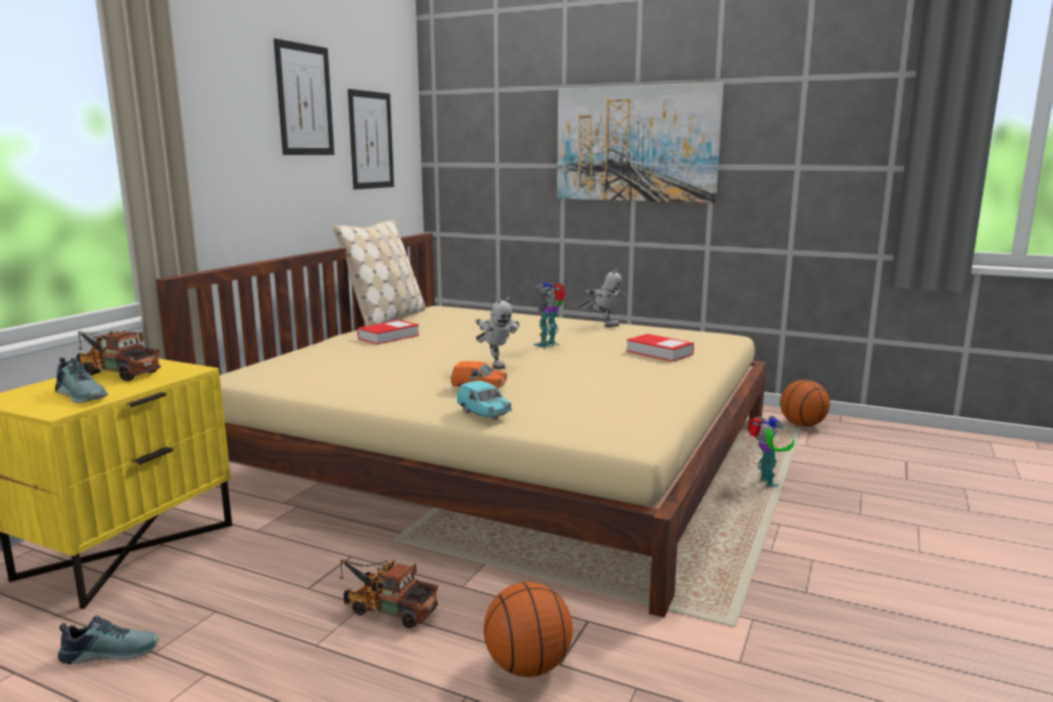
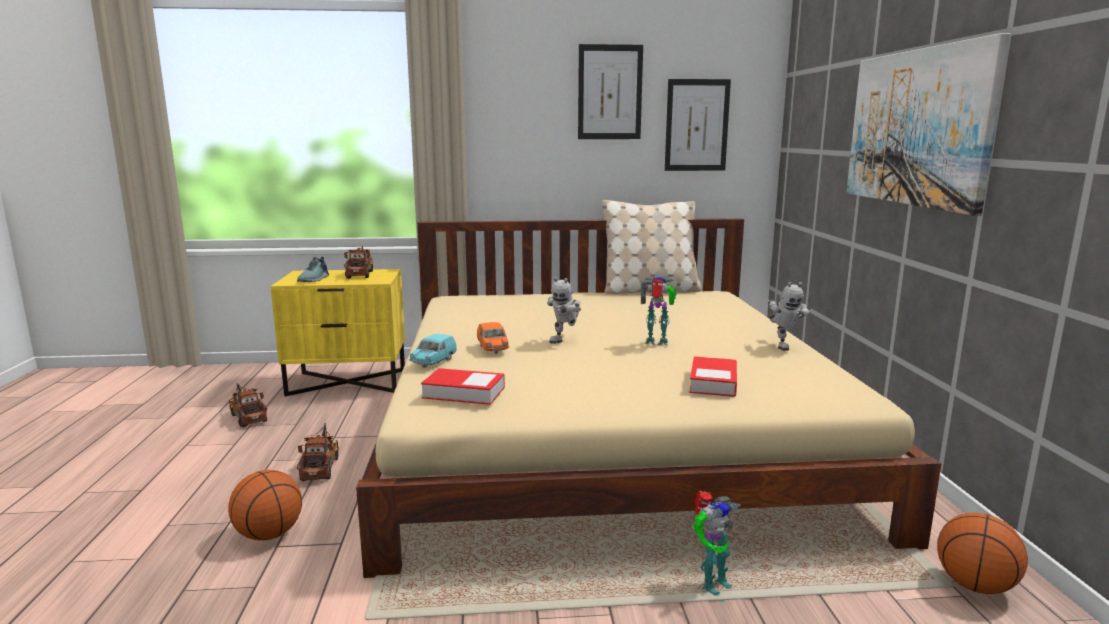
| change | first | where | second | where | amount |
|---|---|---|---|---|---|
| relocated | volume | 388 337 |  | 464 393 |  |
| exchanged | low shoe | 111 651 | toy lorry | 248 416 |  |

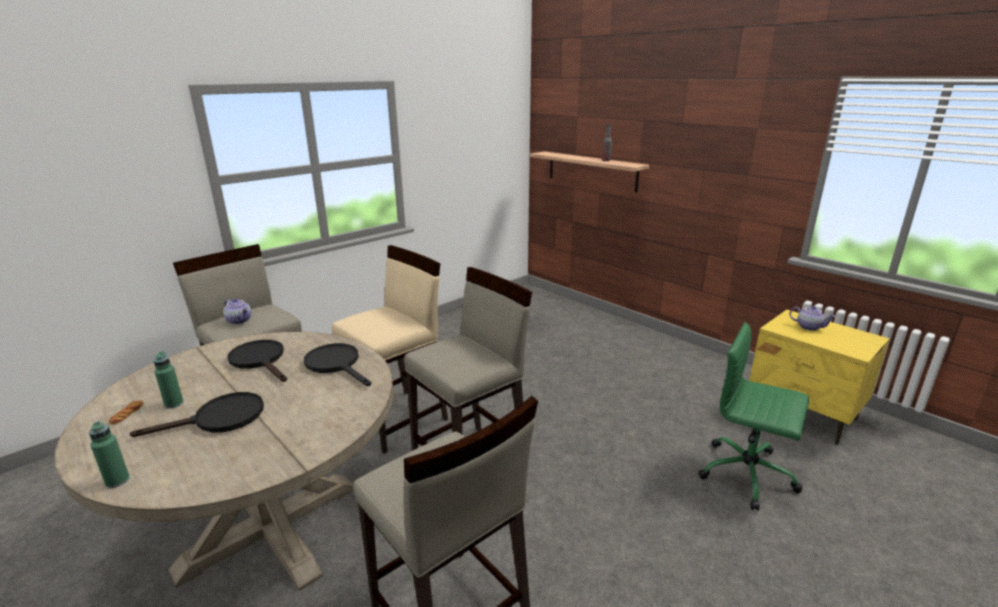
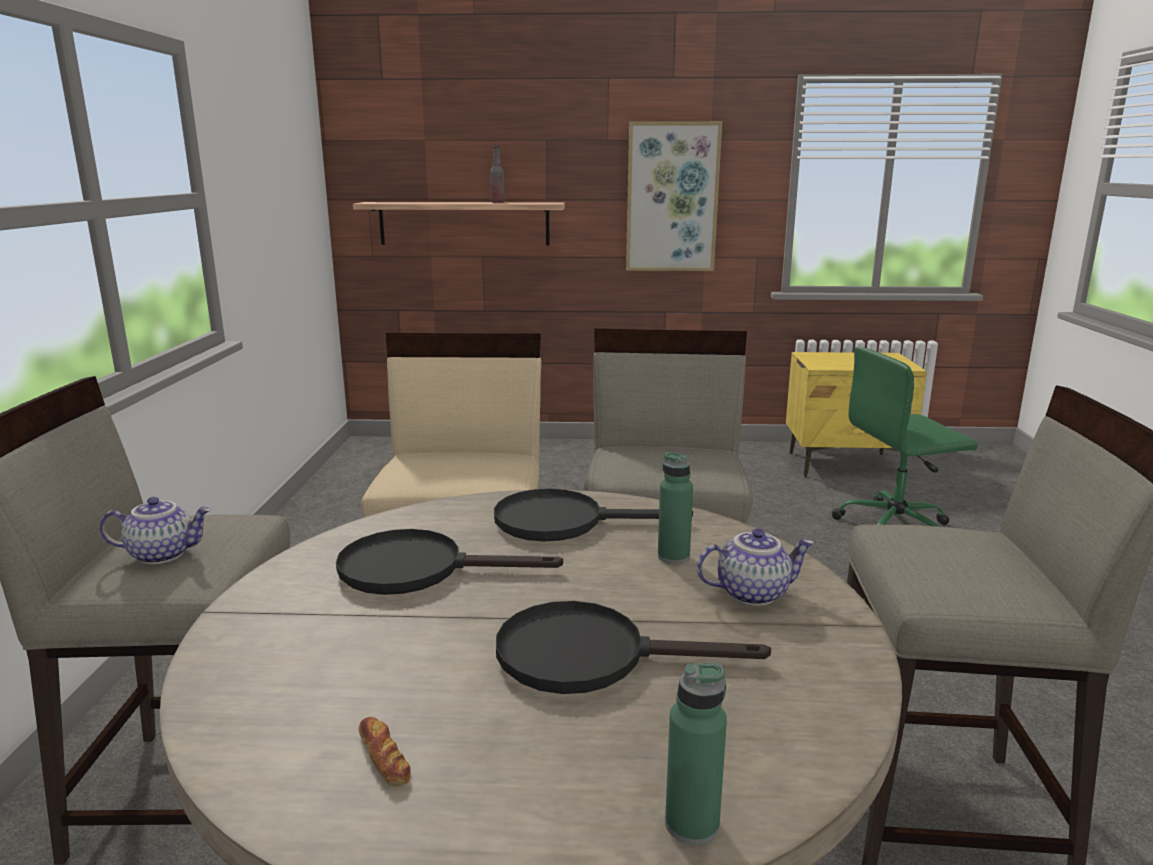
| change | first | where | second | where | amount |
|---|---|---|---|---|---|
| appeared |  |  | wall picture | 672 198 |  |
| relocated | green-coloured beverage bottle | 174 404 |  | 673 556 |  |
| relocated | tea pot | 809 327 |  | 752 593 |  |
| spun | blackish frying pan | 220 419 |  | 592 655 | 105 degrees counterclockwise |

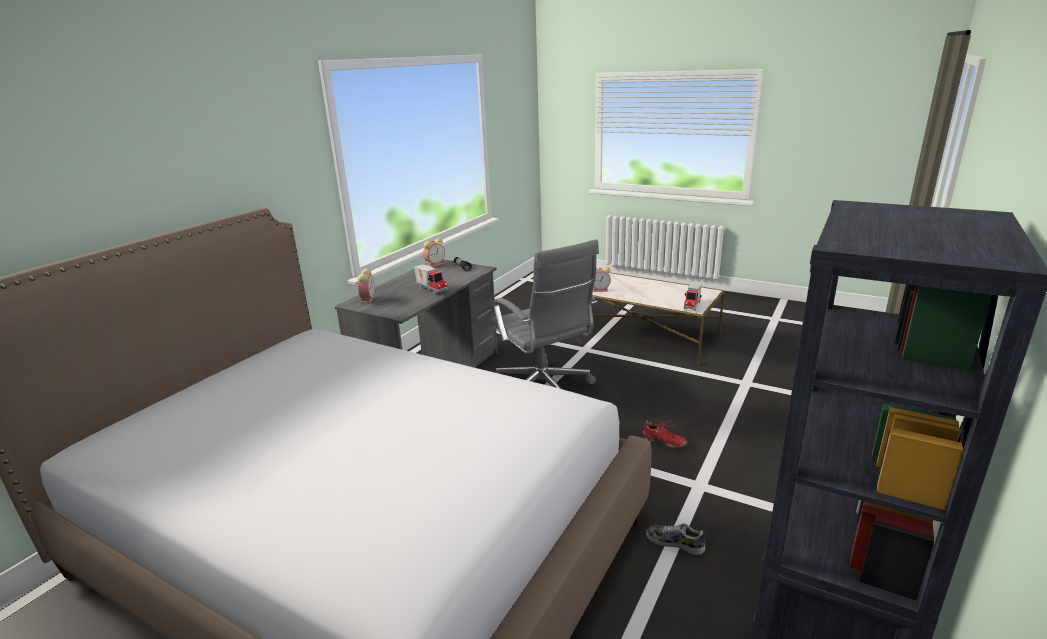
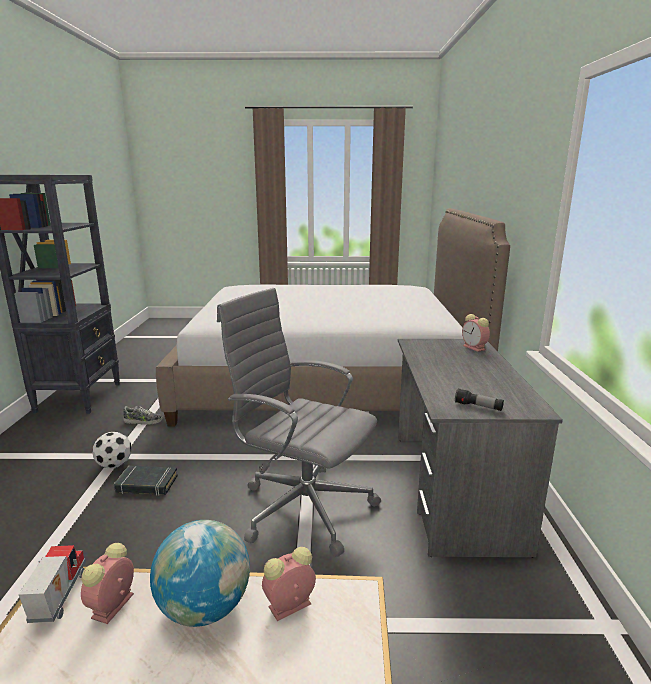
| change | first | where | second | where | amount |
|---|---|---|---|---|---|
| missing | toy lorry | 432 289 |  |  |  |
| appeared |  |  | football ball | 114 465 |  |
| appeared |  |  | globe | 205 608 |  |
| relocated | bedside clock | 435 264 |  | 112 607 |  |
| exchanged | reddish low shoe | 663 441 | blackish volume | 146 484 |  |

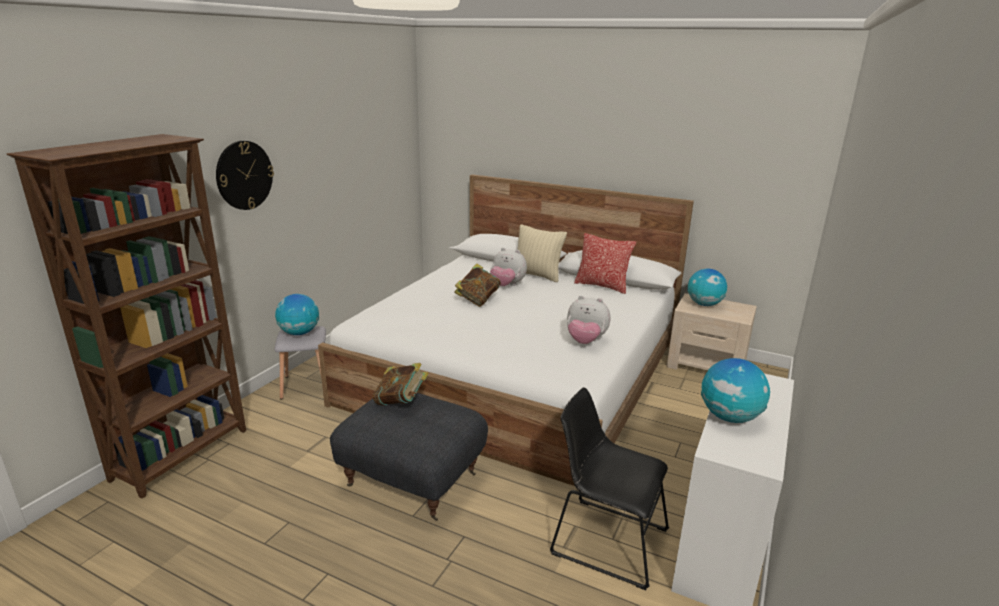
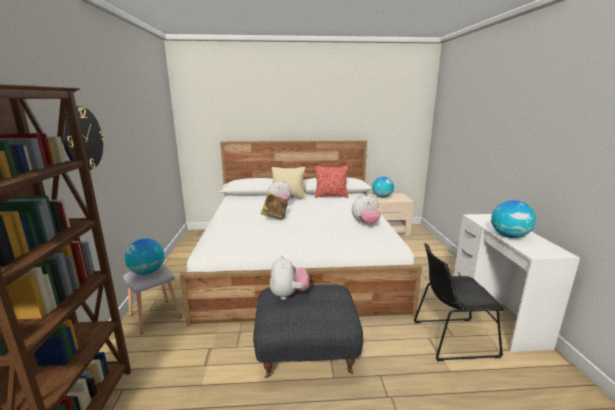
| change | first | where | second | where | amount |
|---|---|---|---|---|---|
| exchanged | volume | 401 402 | plush toy | 289 294 |  |

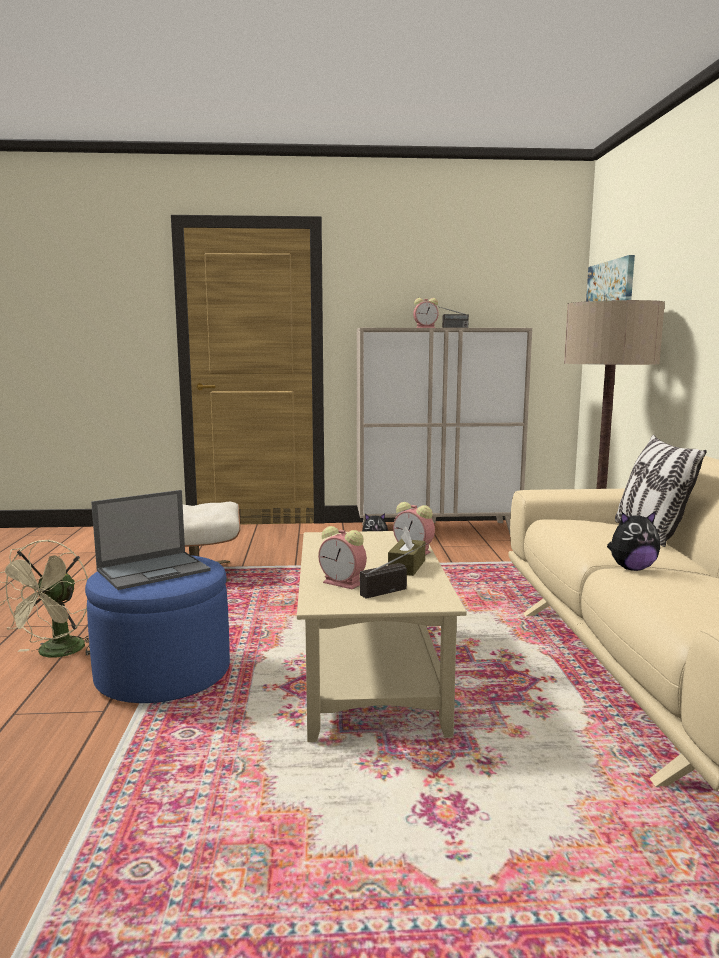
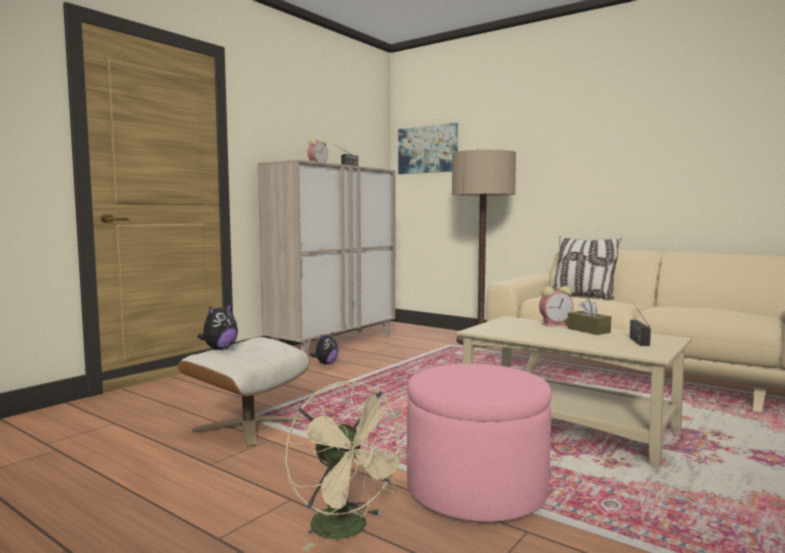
| change | first | where | second | where | amount |
|---|---|---|---|---|---|
| missing | notebook computer | 154 570 |  |  |  |
| missing | bedside clock | 344 583 |  |  |  |
| relocated | plush toy | 631 568 |  | 219 349 |  |
| colour | blue footrest | 163 674 | pinkish footrest | 476 489 |  |

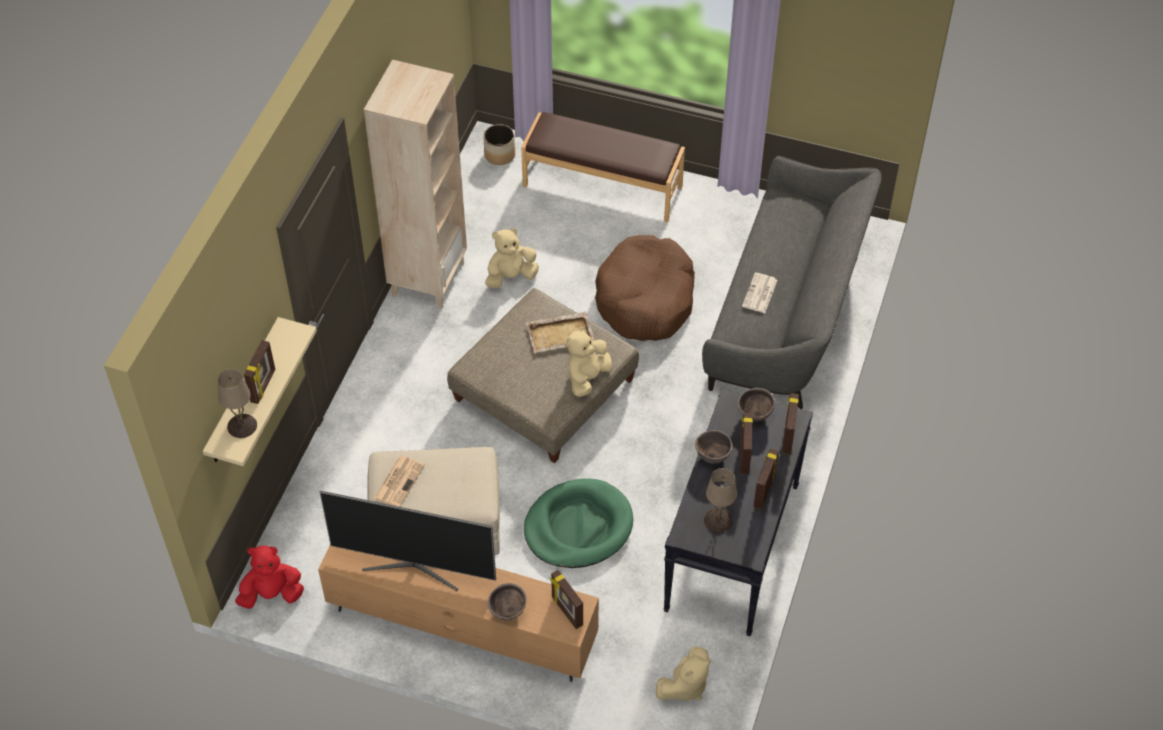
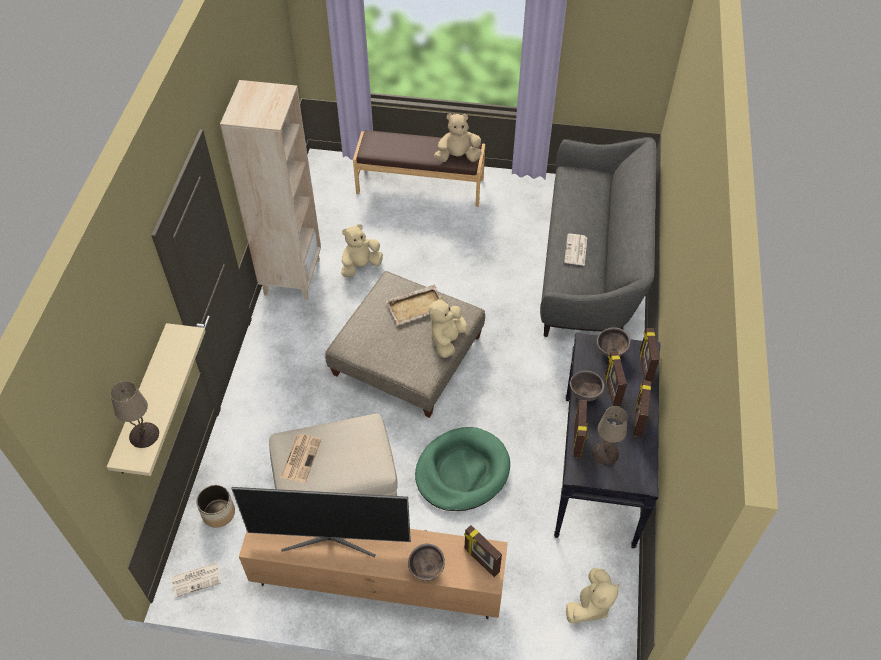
| change | first | where | second | where | amount |
|---|---|---|---|---|---|
| missing | brown dog bed | 645 299 |  |  |  |
| appeared |  |  | beige-coloured plush toy | 458 157 |  |
| relocated | standing frame | 264 386 |  | 578 440 |  |
| relocated | flower pot | 500 155 |  | 219 513 |  |
| exchanged | reddish plush toy | 272 594 | printed paper | 197 579 |  |

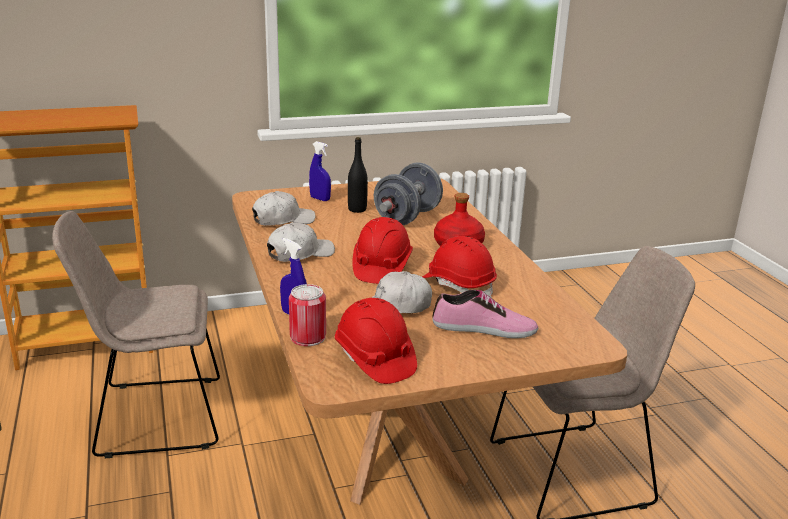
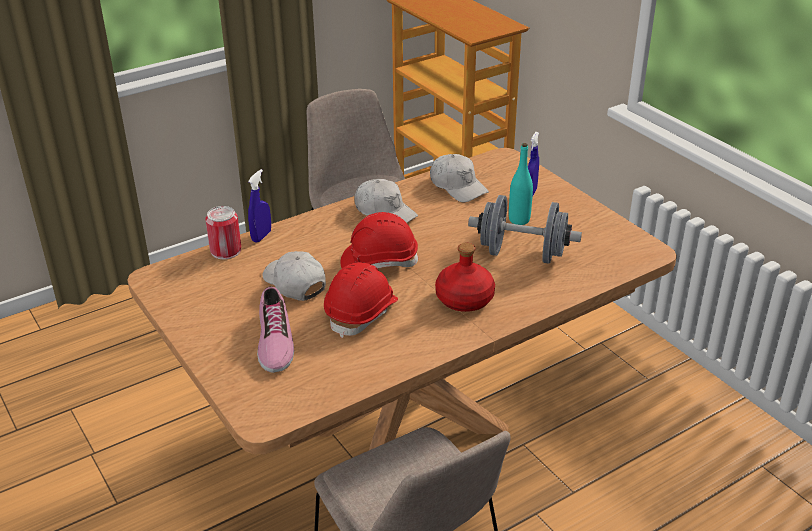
| change | first | where | second | where | amount |
|---|---|---|---|---|---|
| missing | reddish hard hat | 374 359 |  |  |  |
| colour | blackish beverage bottle | 357 209 | turquoise beverage bottle | 519 220 |  |

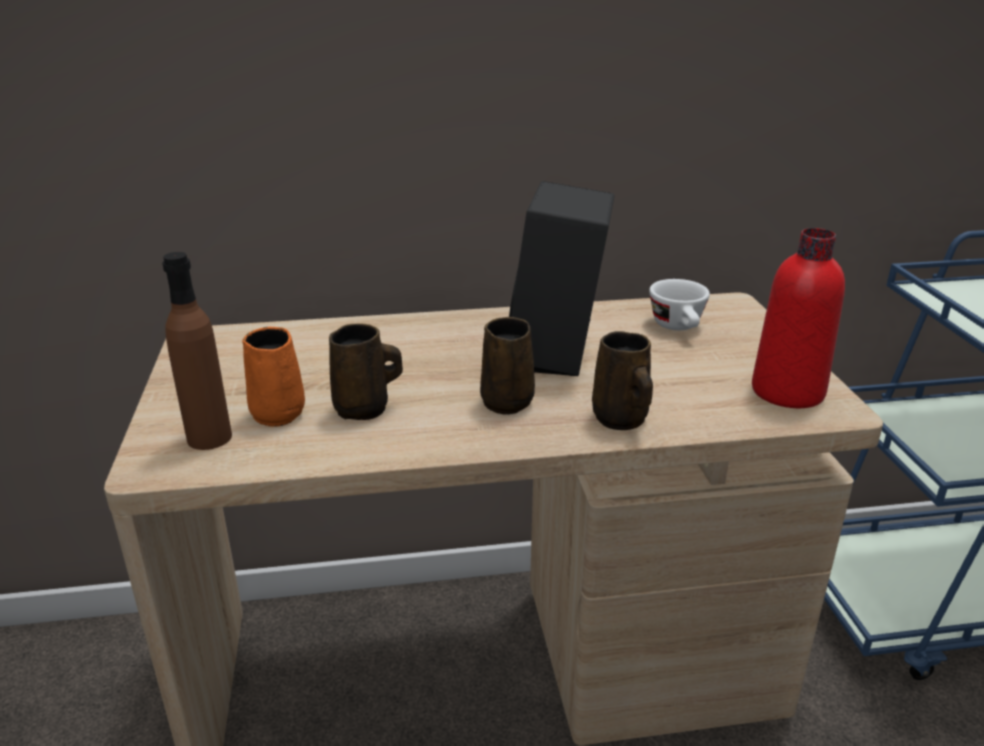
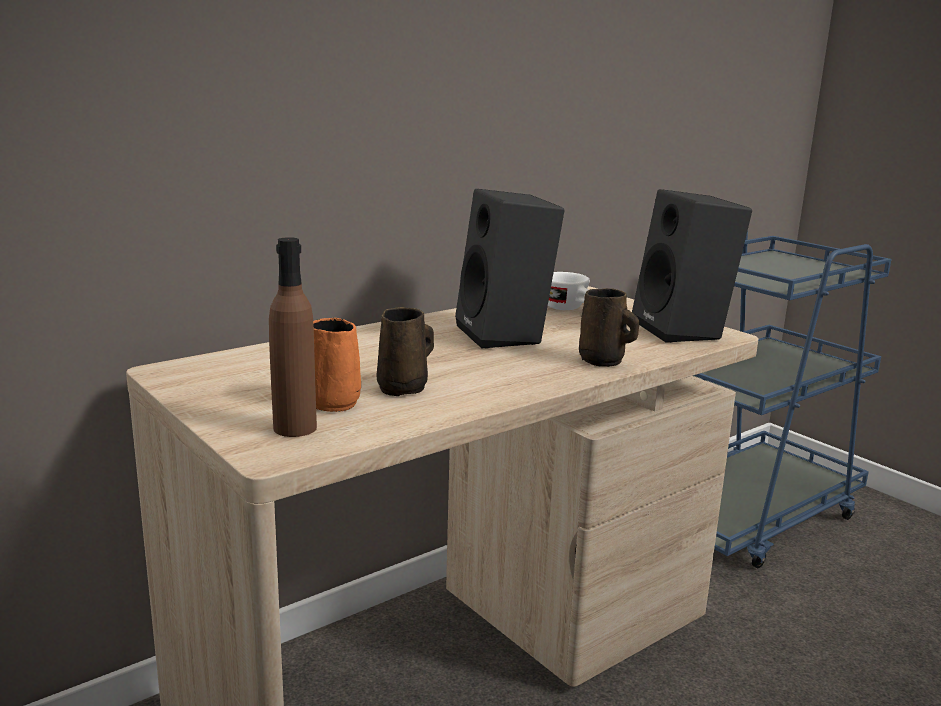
| change | first | where | second | where | amount |
|---|---|---|---|---|---|
| missing | brown coffee mug | 508 400 |  |  |  |
| exchanged | reddish beverage bottle | 787 391 | blackish audio speaker | 684 331 |  |

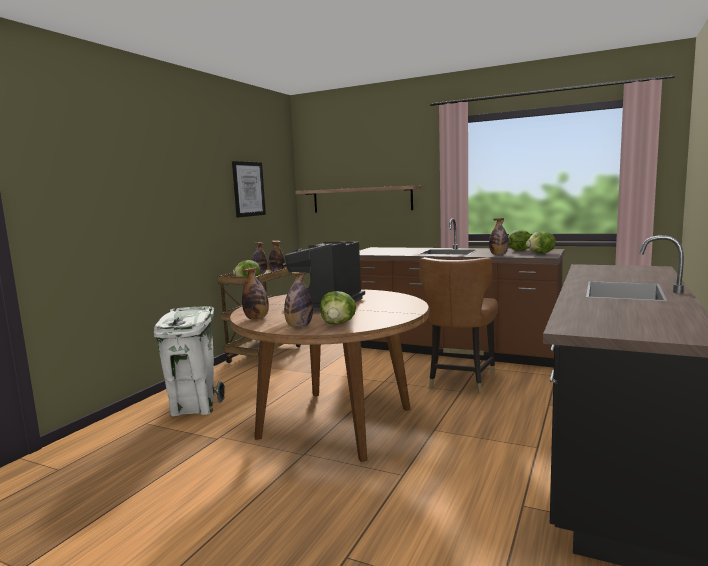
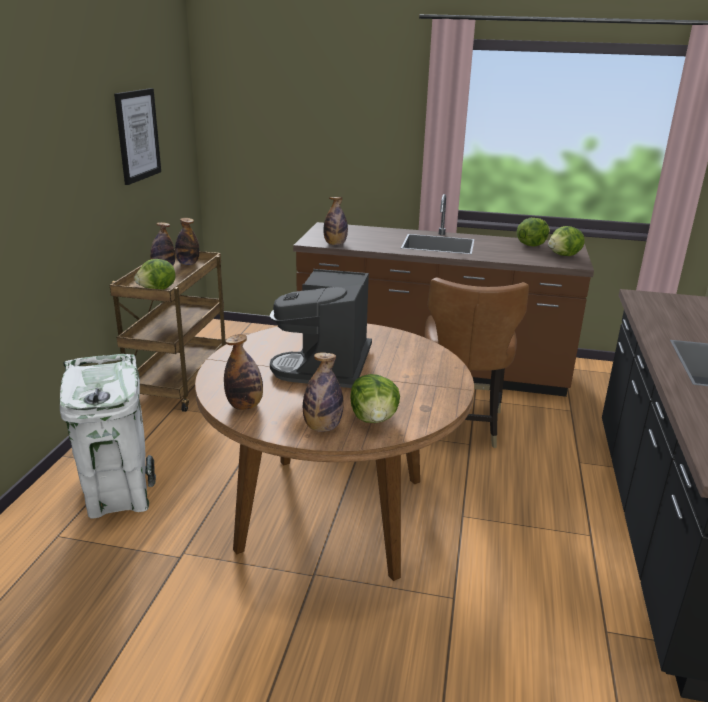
| change | first | where | second | where | amount |
|---|---|---|---|---|---|
| missing | bracket shelf | 361 199 |  |  |  |
| relocated | beverage bottle | 498 255 |  | 335 244 |  |

